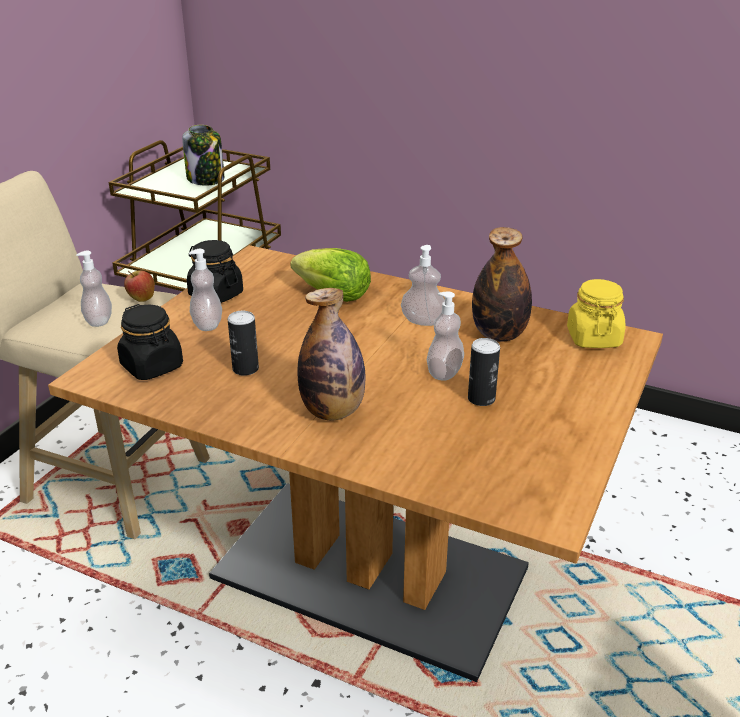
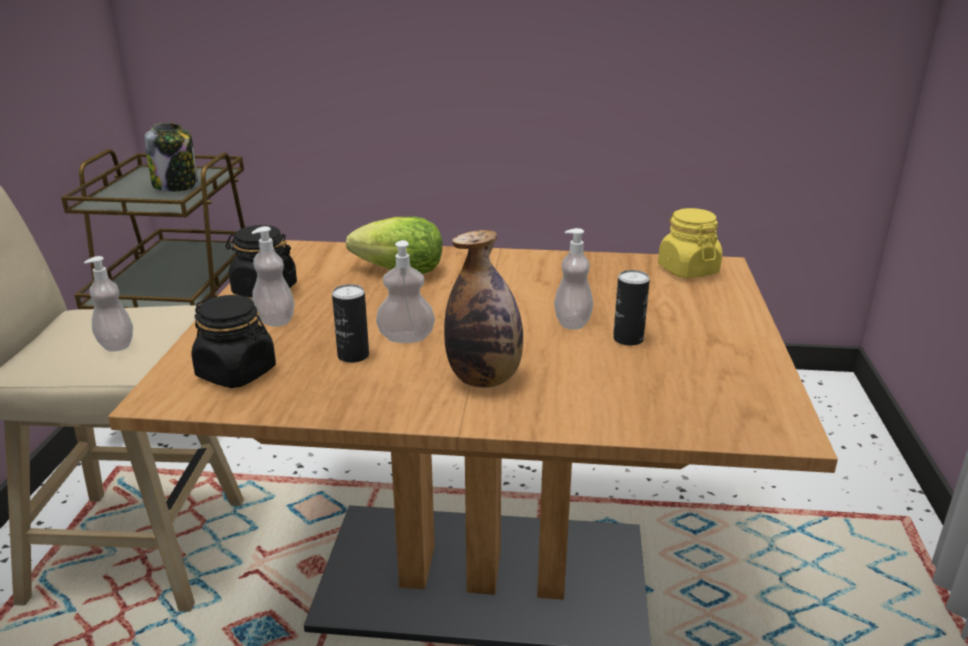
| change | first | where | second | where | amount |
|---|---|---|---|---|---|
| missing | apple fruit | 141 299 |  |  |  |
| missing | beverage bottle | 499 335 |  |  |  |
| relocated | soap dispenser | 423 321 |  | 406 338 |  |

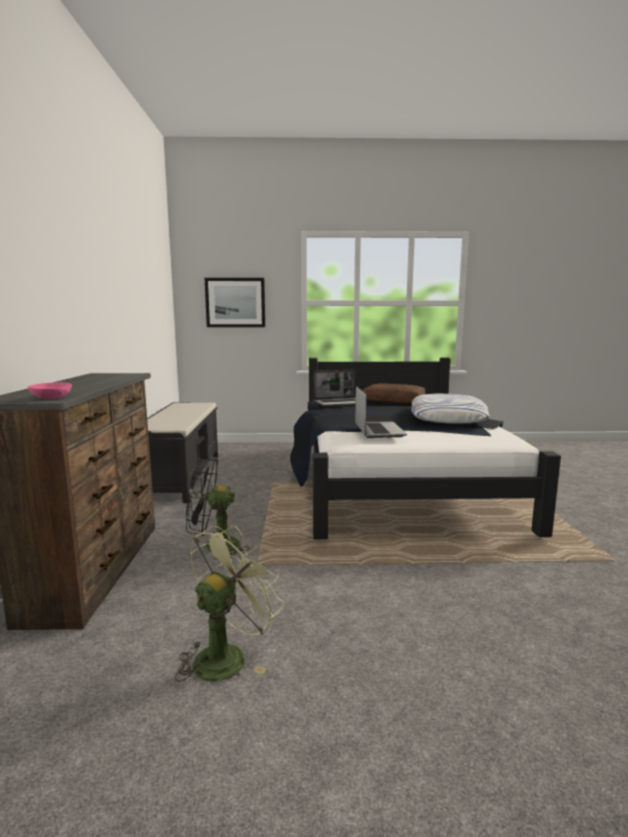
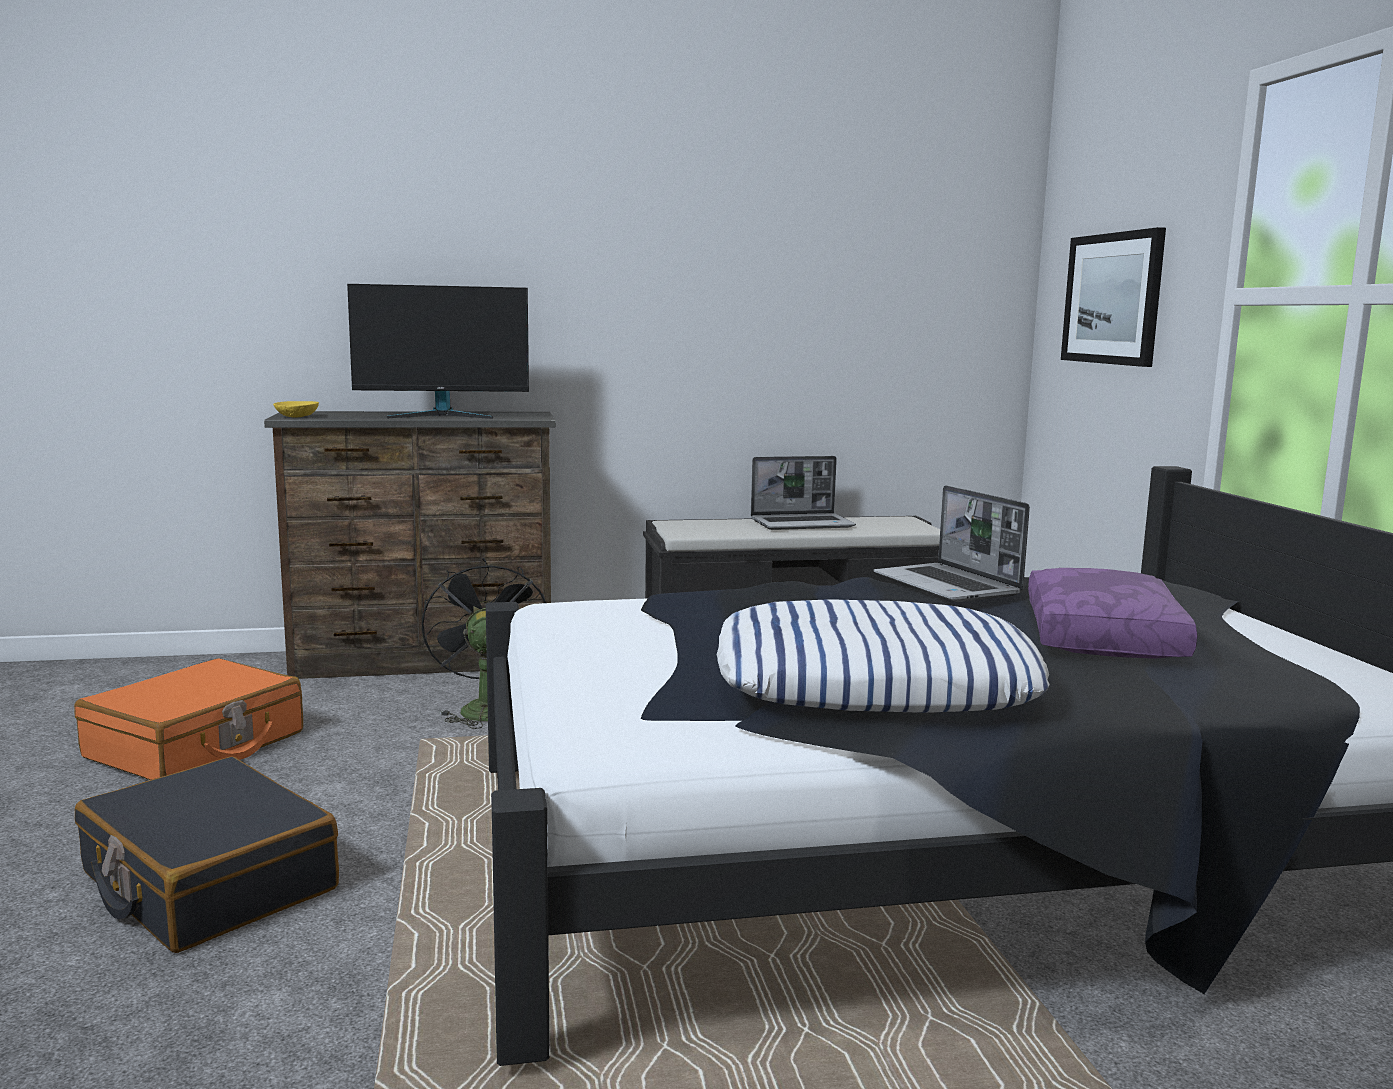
| change | first | where | second | where | amount |
|---|---|---|---|---|---|
| appeared |  |  | blackish travel case | 208 882 |  |
| appeared |  |  | computer screen | 443 415 |  |
| relocated | notebook computer | 378 430 |  | 803 524 |  |
| exchanged | green-coloured cooling fan | 227 655 | orange travel case | 196 746 |  |
| colour | pinkish serving bowl | 50 397 | yellow serving bowl | 297 416 |  |
| colour | brown throw pillow | 394 401 | purplish throw pillow | 1105 637 |  |

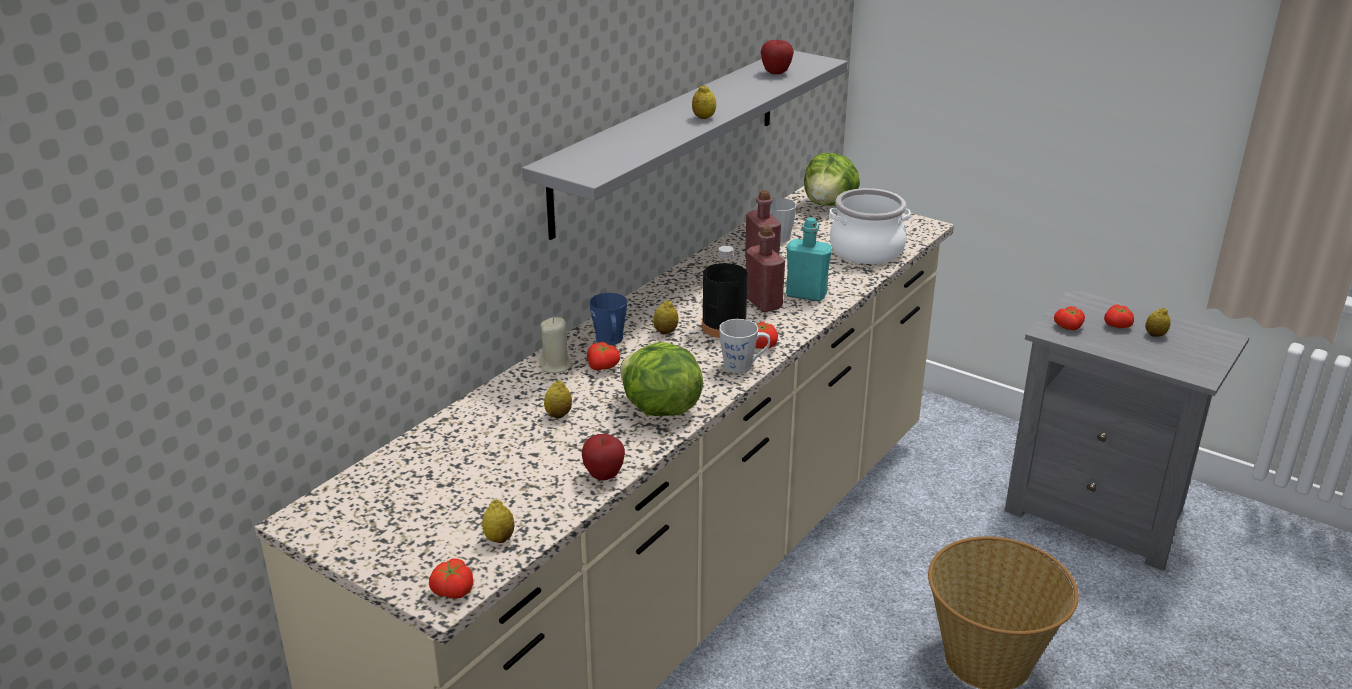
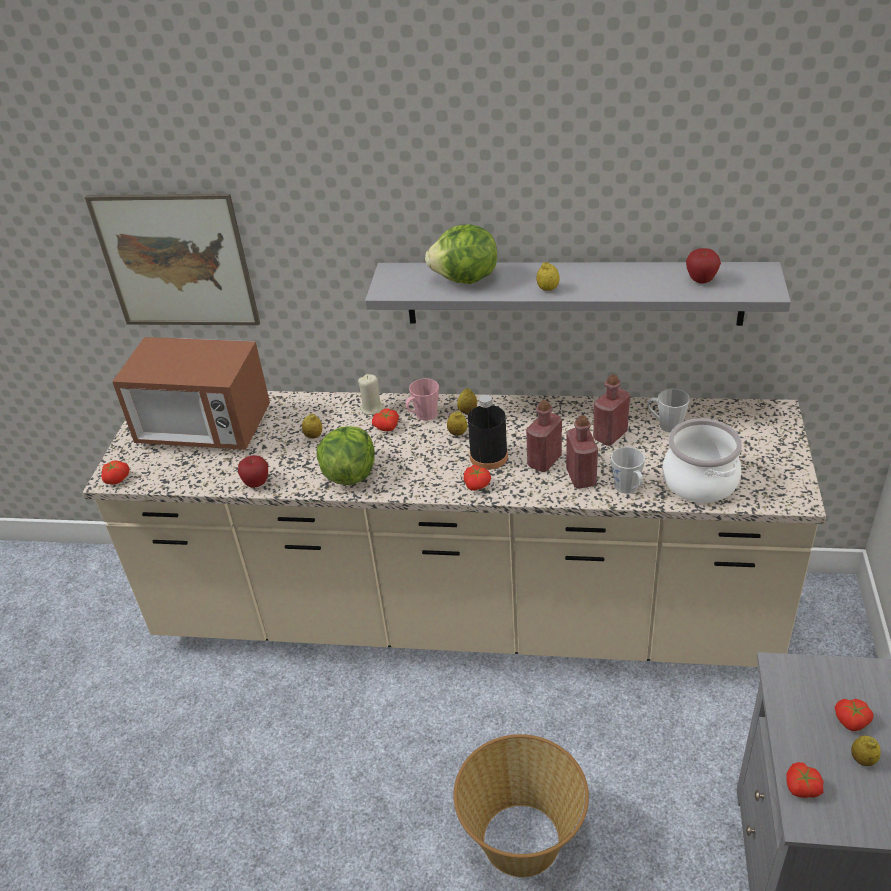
| change | first | where | second | where | amount |
|---|---|---|---|---|---|
| appeared |  |  | wall picture | 176 261 |  |
| appeared |  |  | kitchen microwave | 204 429 |  |
| relocated | lemon | 499 538 |  | 467 411 |  |
| relocated | greyish coffee mug | 743 366 |  | 628 488 |  |
| relocated | lettuce head | 829 204 |  | 465 280 |  |
| relocated | fresh tomato | 1069 327 |  | 801 788 |  |
| colour | blue coffee mug | 610 341 | pinkish coffee mug | 423 416 |  |
| colour | turquoise beverage bottle | 806 294 | reddish beverage bottle | 581 477 |  |

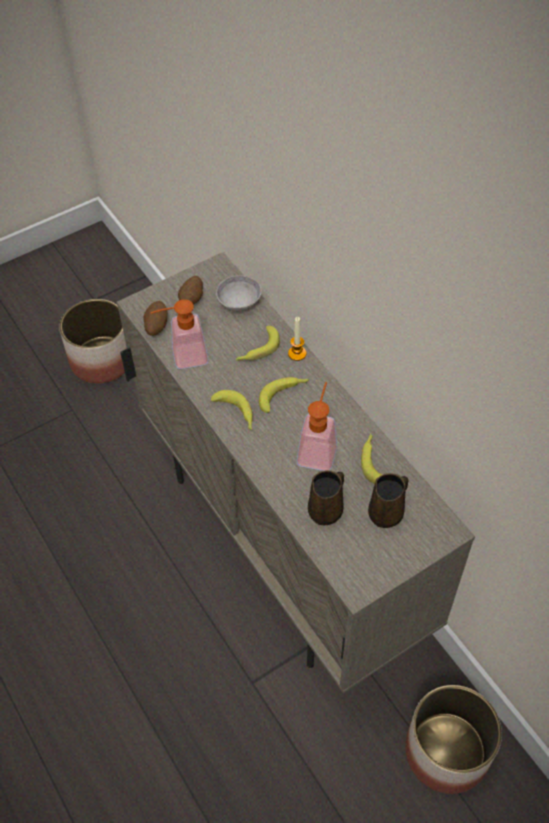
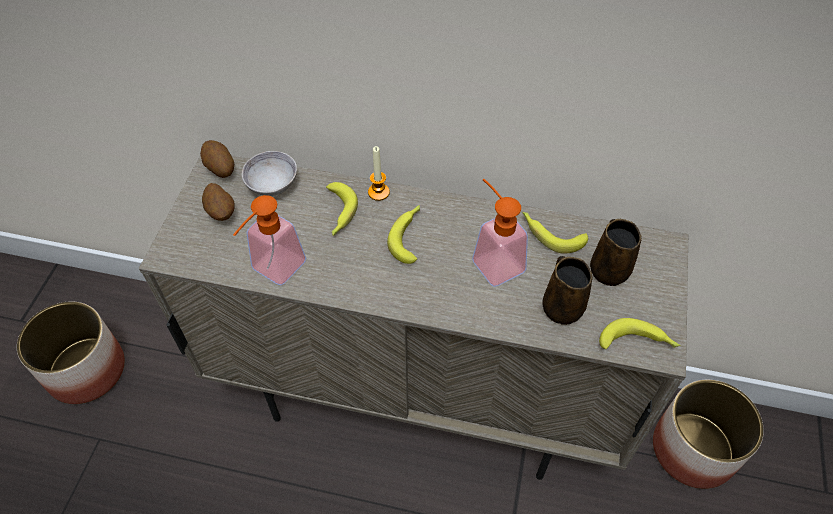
| change | first | where | second | where | amount |
|---|---|---|---|---|---|
| relocated | whole potato | 156 326 |  | 220 169 |  |
| relocated | banana fruit | 236 414 |  | 638 343 |  |

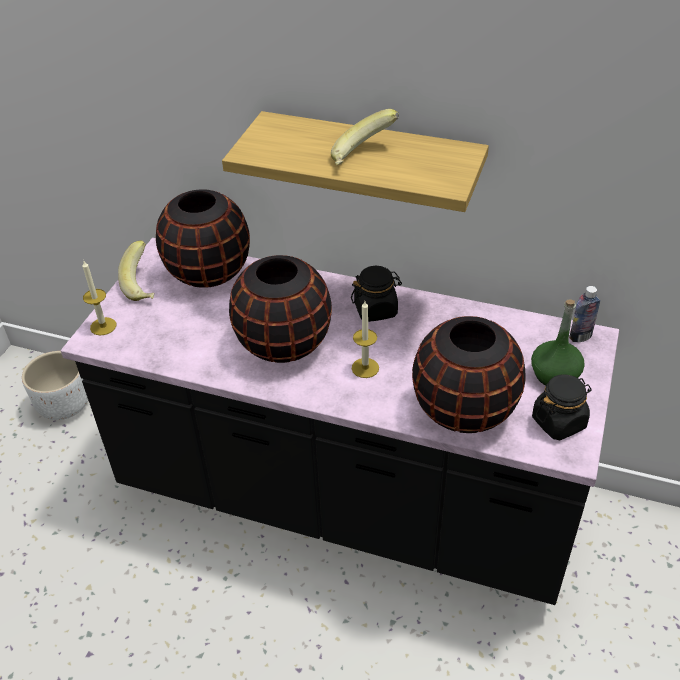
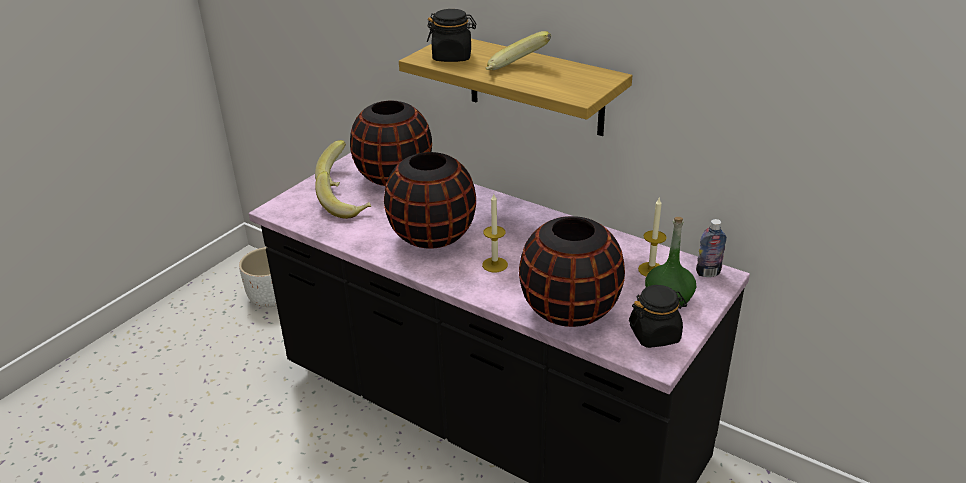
| change | first | where | second | where | amount |
|---|---|---|---|---|---|
| appeared |  |  | banana fruit | 344 208 |  |
| relocated | wax candle | 103 326 |  | 651 270 |  |
| relocated | blackish jar | 376 309 |  | 452 57 |  |

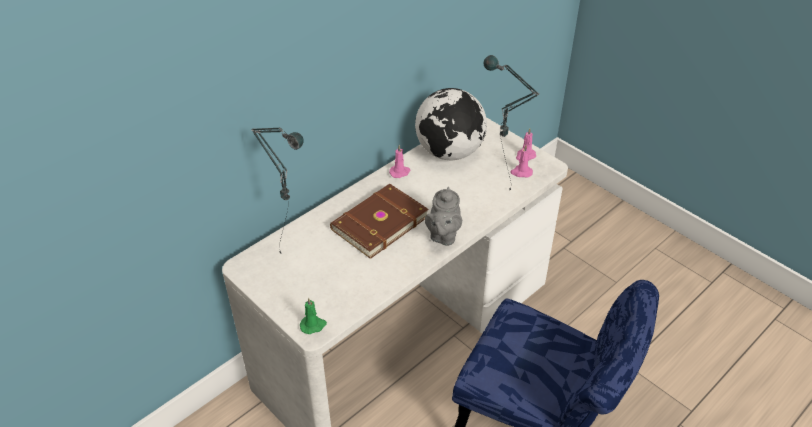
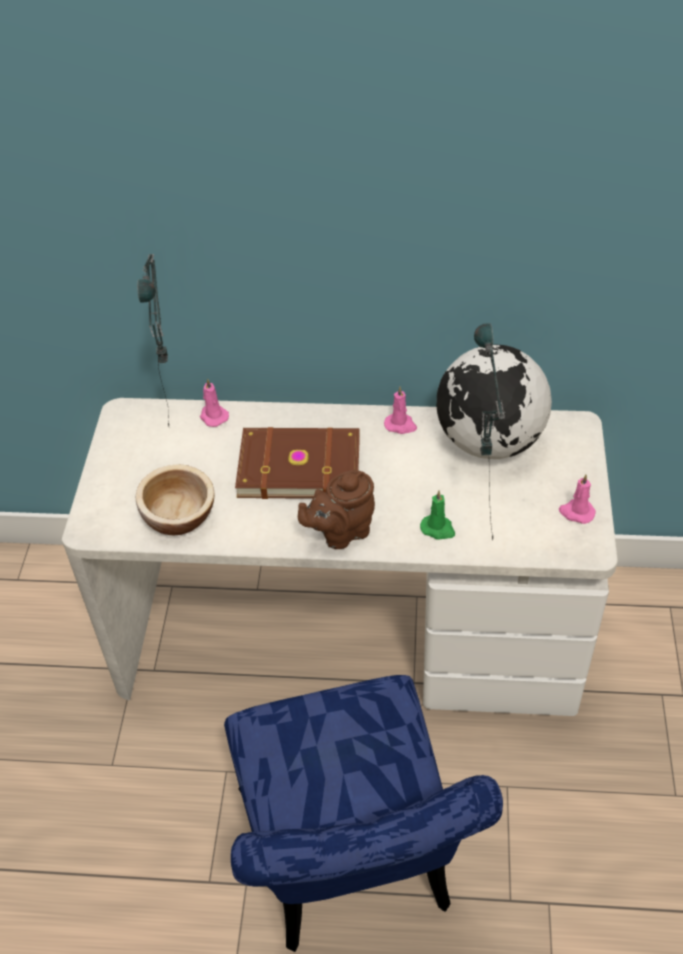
| change | first | where | second | where | amount |
|---|---|---|---|---|---|
| appeared |  |  | serving bowl | 179 516 |  |
| relocated | green-coloured wax candle | 313 325 |  | 438 529 |  |
| relocated | pinkish wax candle | 521 172 |  | 213 416 |  |
| colour | greyish tea pot | 443 236 | brown tea pot | 341 532 |  |

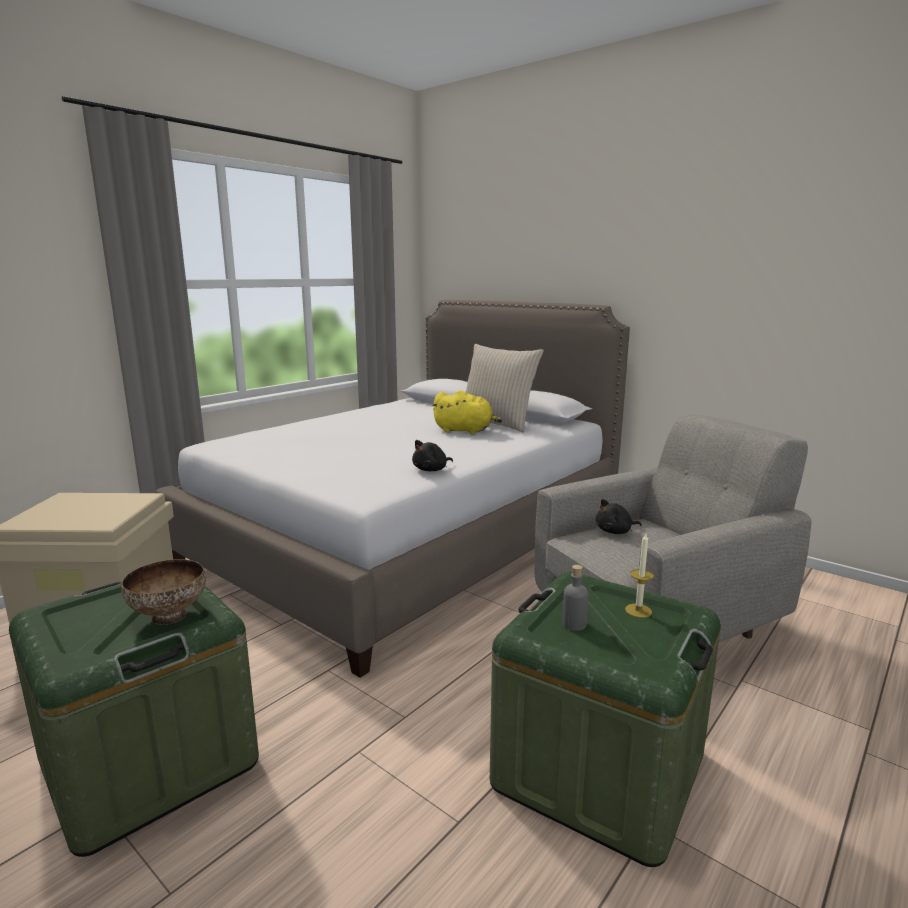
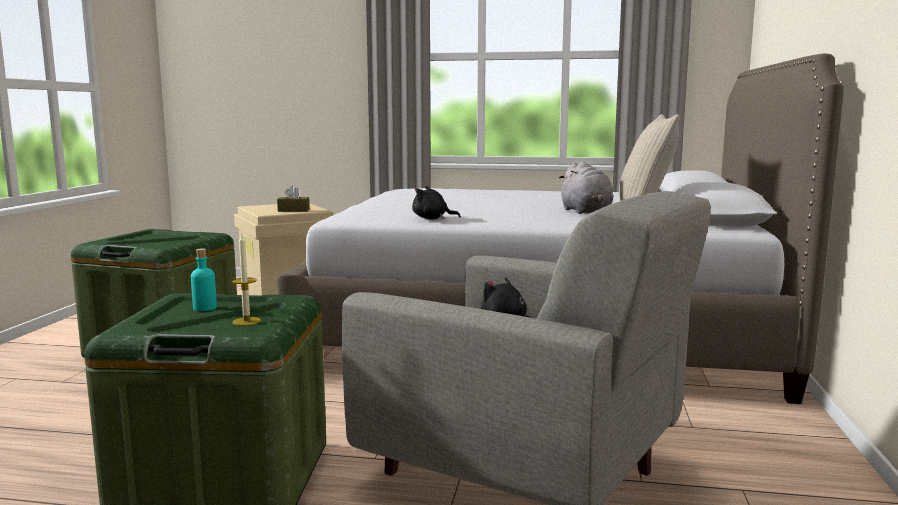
| change | first | where | second | where | amount |
|---|---|---|---|---|---|
| missing | serving bowl | 168 617 |  |  |  |
| appeared |  |  | brown tissue holder | 293 210 |  |
| colour | yellow plush toy | 465 431 | greyish plush toy | 586 212 |  |
| colour | greyish beverage bottle | 574 624 | turquoise beverage bottle | 205 308 |  |

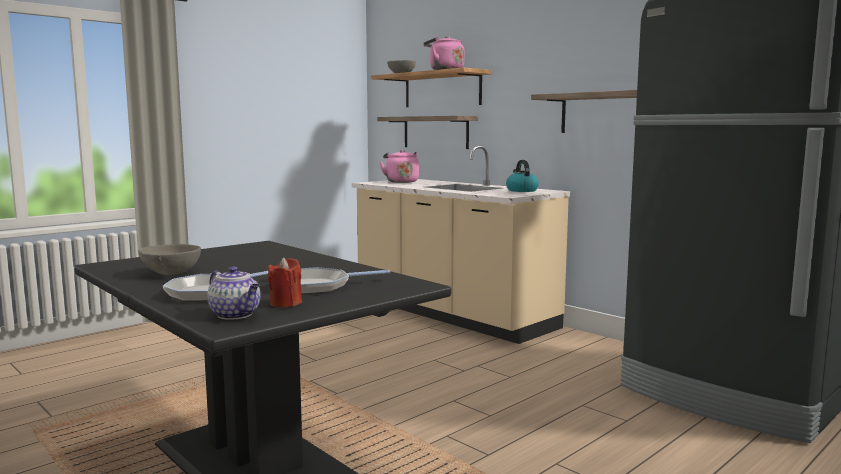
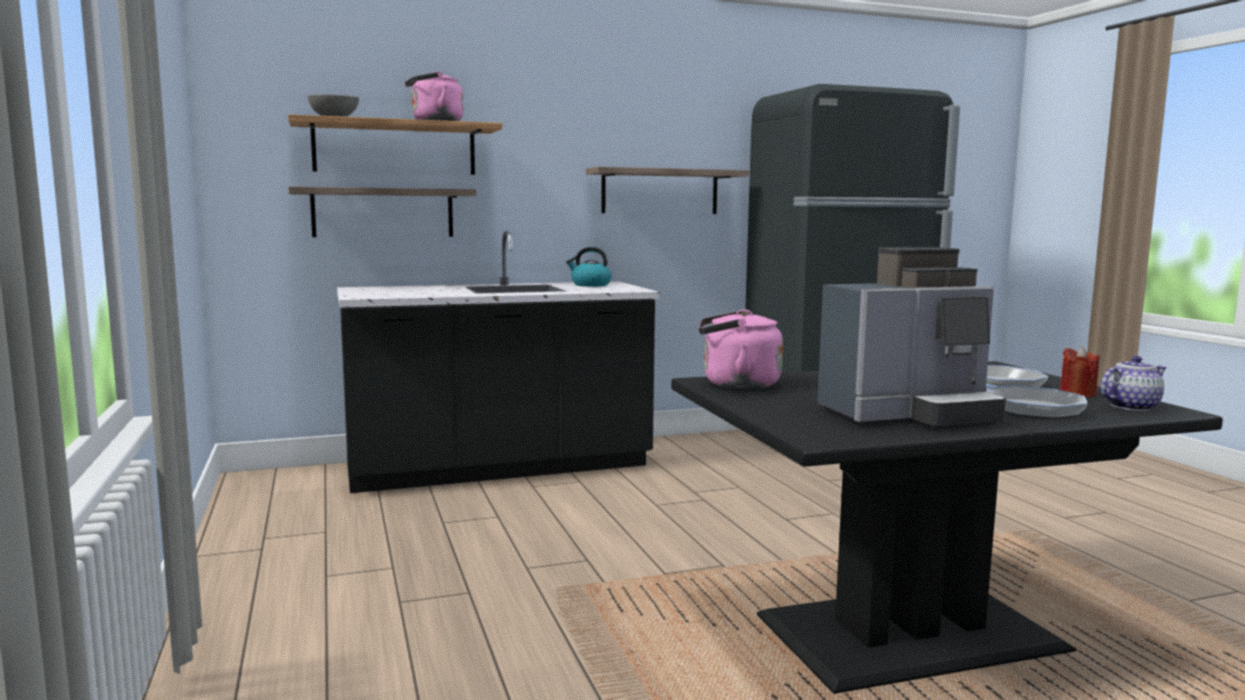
| change | first | where | second | where | amount |
|---|---|---|---|---|---|
| relocated | pinkish tea kettle | 401 182 |  | 736 384 |  |
| exchanged | greyish serving bowl | 172 274 | coffee brewer | 909 415 |  |
| colour | beige-coloured counter | 452 314 | blackish counter | 499 468 |  |

